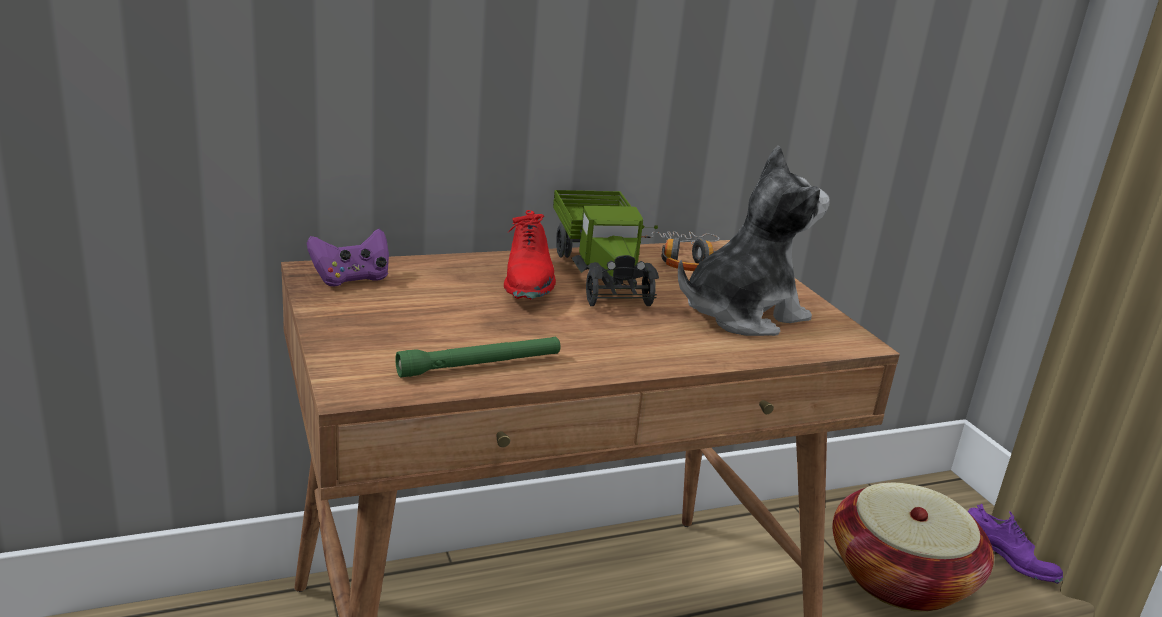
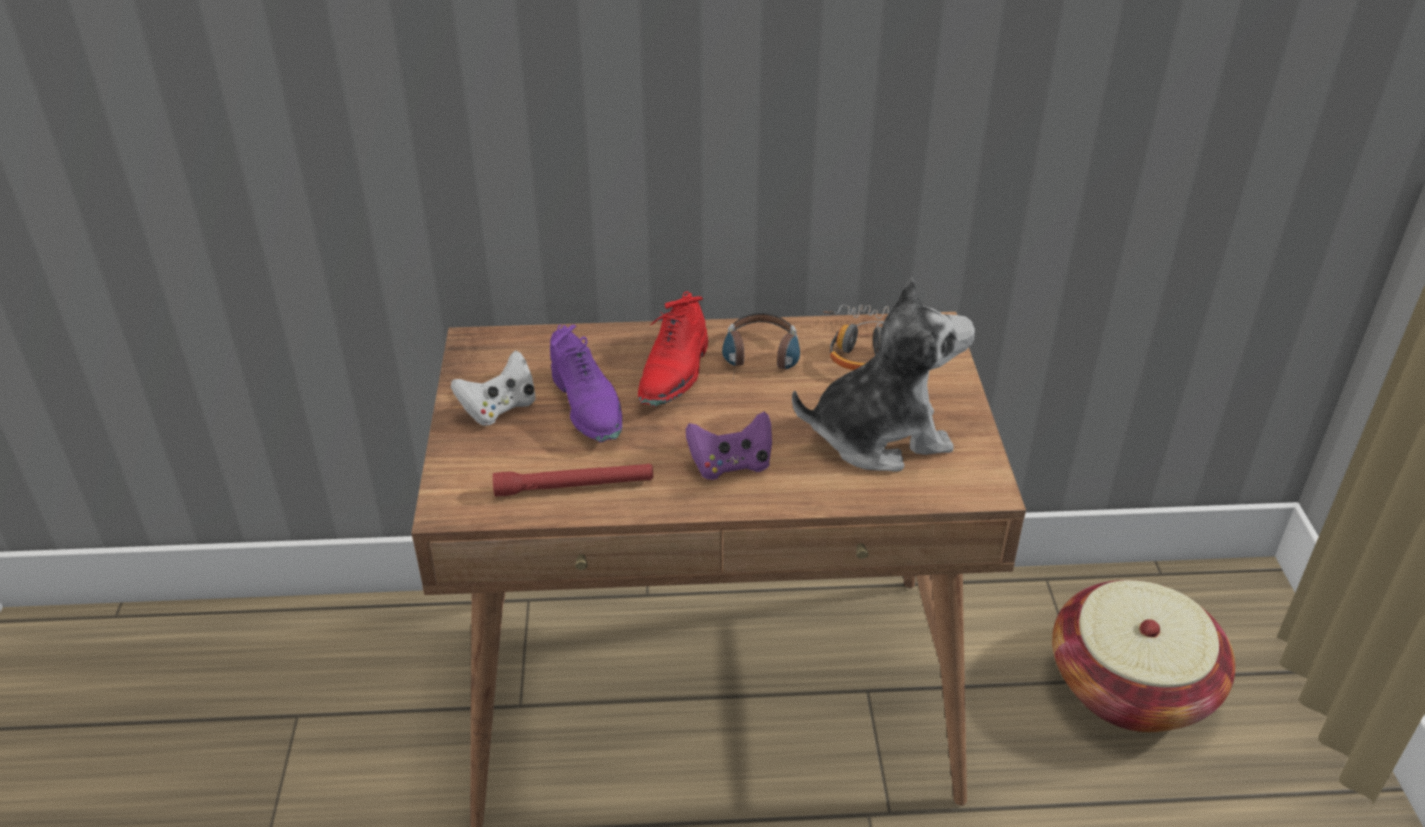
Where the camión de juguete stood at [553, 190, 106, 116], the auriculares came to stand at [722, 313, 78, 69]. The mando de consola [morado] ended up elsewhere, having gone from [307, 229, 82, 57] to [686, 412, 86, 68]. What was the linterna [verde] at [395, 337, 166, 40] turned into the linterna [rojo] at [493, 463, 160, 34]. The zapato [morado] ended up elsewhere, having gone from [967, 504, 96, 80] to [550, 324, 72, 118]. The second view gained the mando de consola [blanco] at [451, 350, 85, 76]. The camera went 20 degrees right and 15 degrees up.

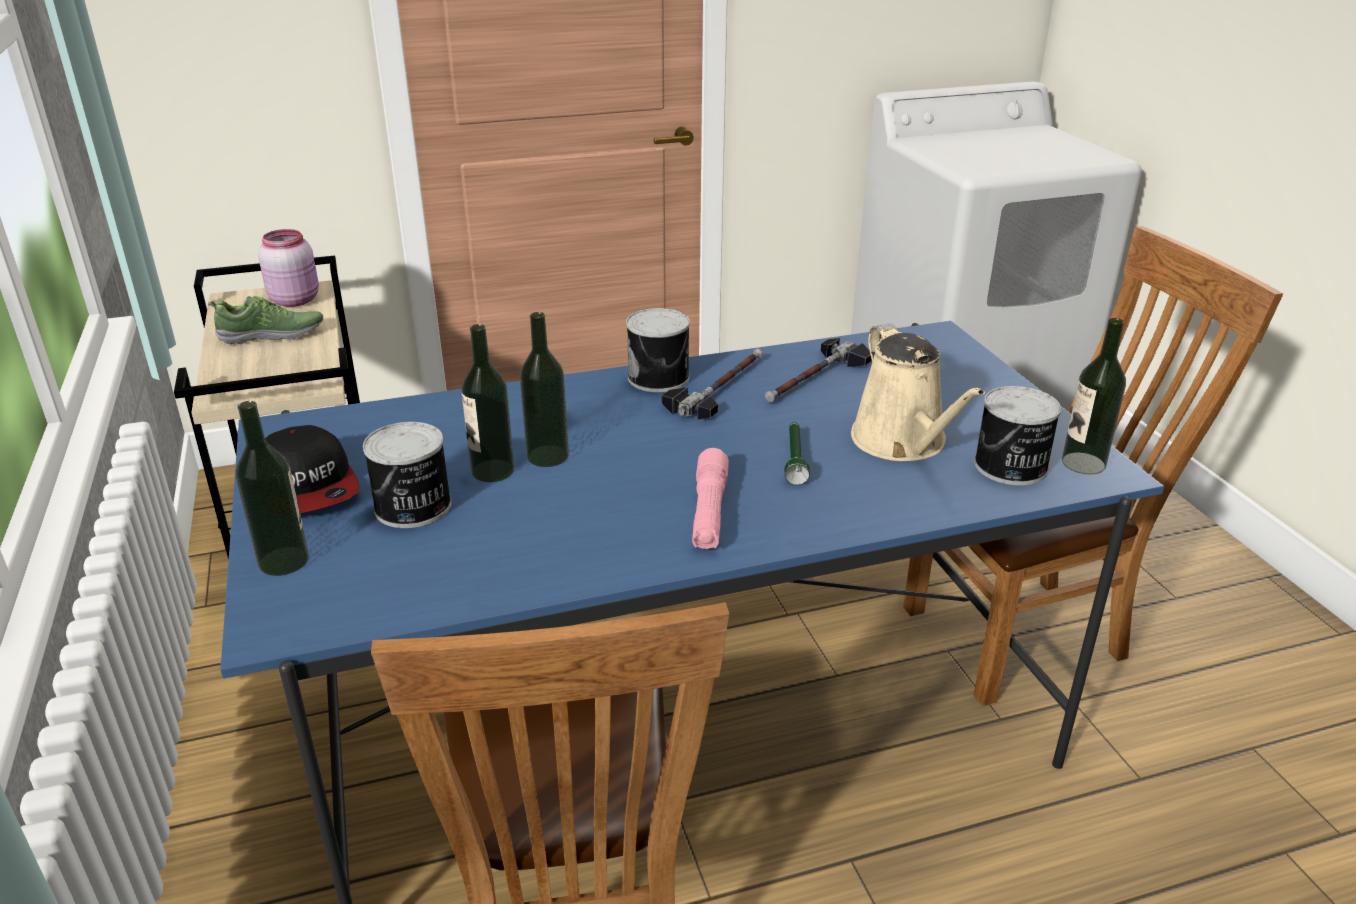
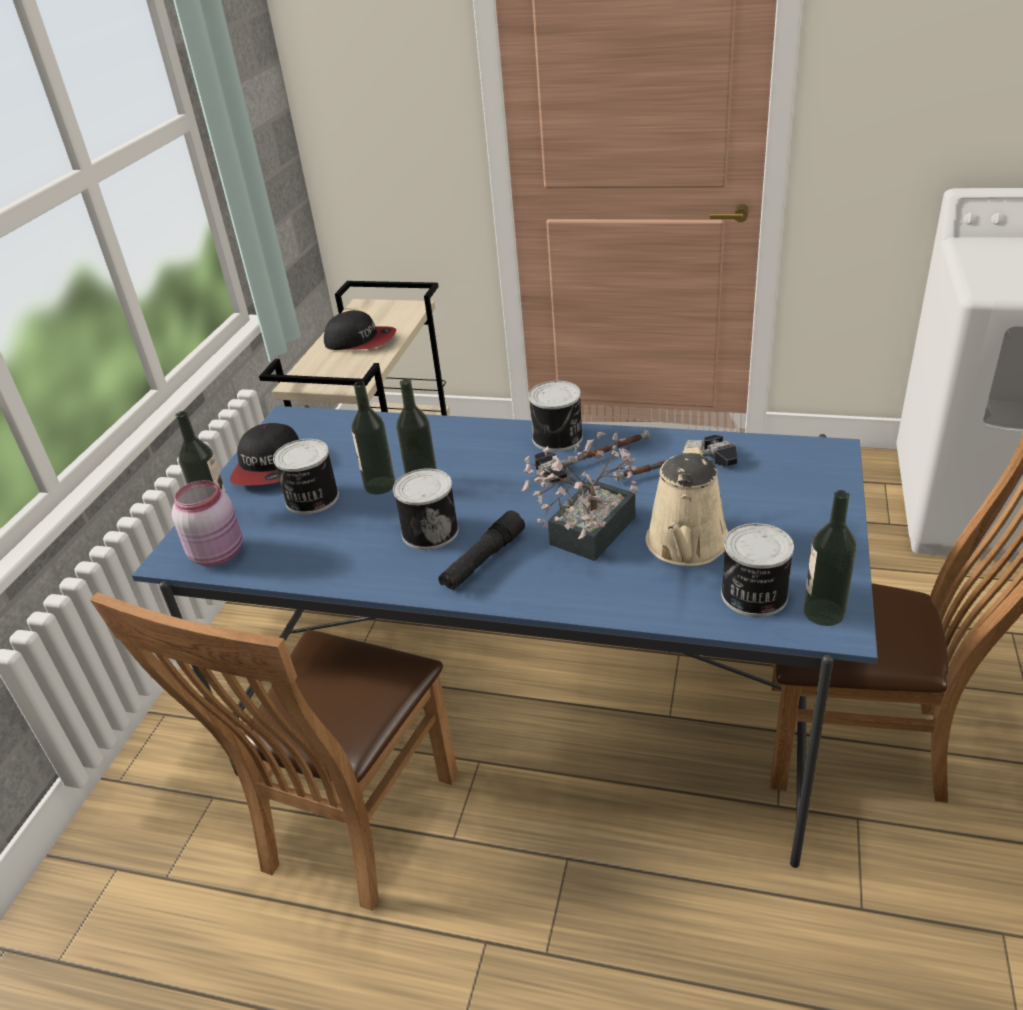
The tarro [rosa] ended up elsewhere, having gone from [258, 229, 61, 78] to [172, 480, 70, 86]. Where the zapato stood at [209, 296, 114, 48], the gorra came to stand at [324, 310, 72, 40]. Where the linterna [verde] stood at [784, 422, 26, 63], the planta en maceta came to stand at [522, 432, 116, 129]. What was the linterna [rosa] at [692, 448, 37, 101] turned into the linterna [negro] at [438, 510, 87, 80]. The second view gained the lata at [393, 468, 66, 82]. The camera went 35 degrees right and 5 degrees up.

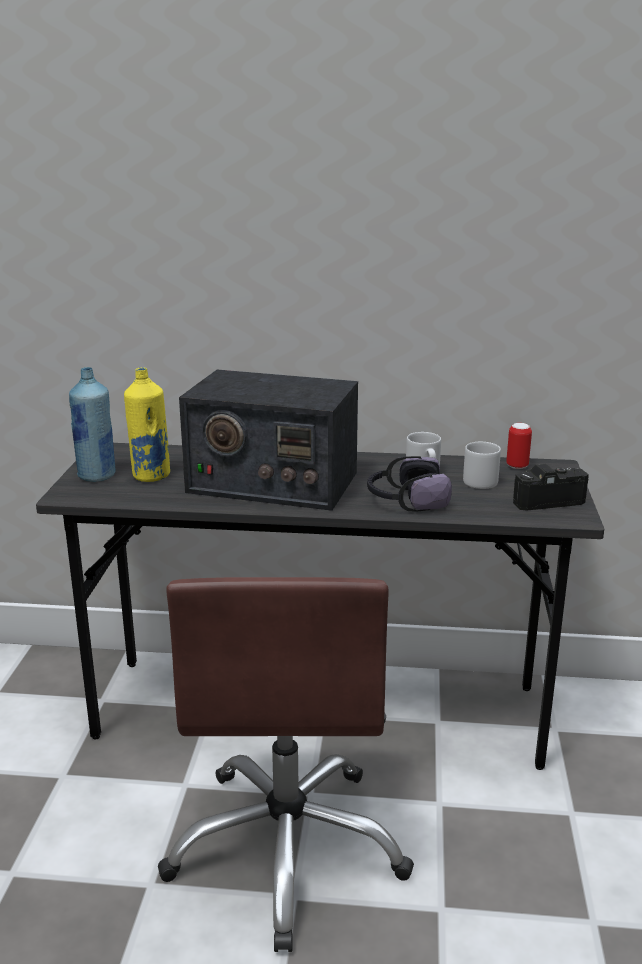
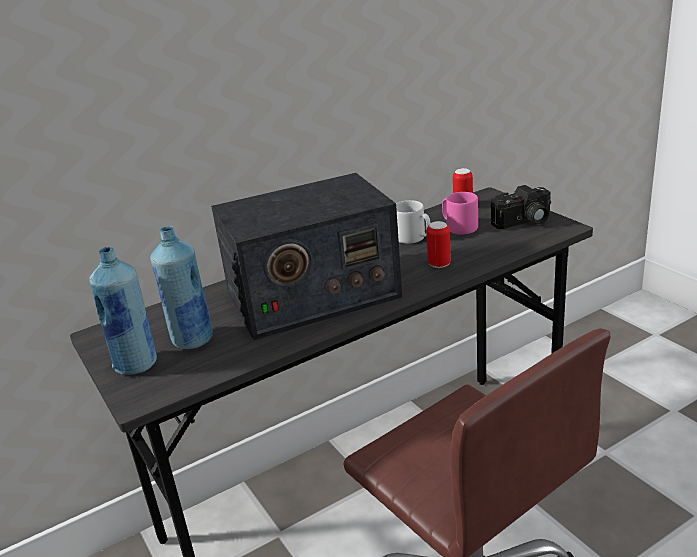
What was the botella [amarillo] at [124, 368, 46, 114] turned into the botella [azul] at [150, 226, 63, 124]. What was the taza grande [gris] at [463, 442, 38, 47] turned into the taza grande [rosa] at [442, 192, 36, 42]. Where the auriculares stood at [367, 456, 85, 56], the lata came to stand at [427, 221, 24, 47]. The cámara at [513, 464, 76, 46] ended up facing another way, 150 degrees counterclockwise from before. The camera went 35 degrees left and 5 degrees up.

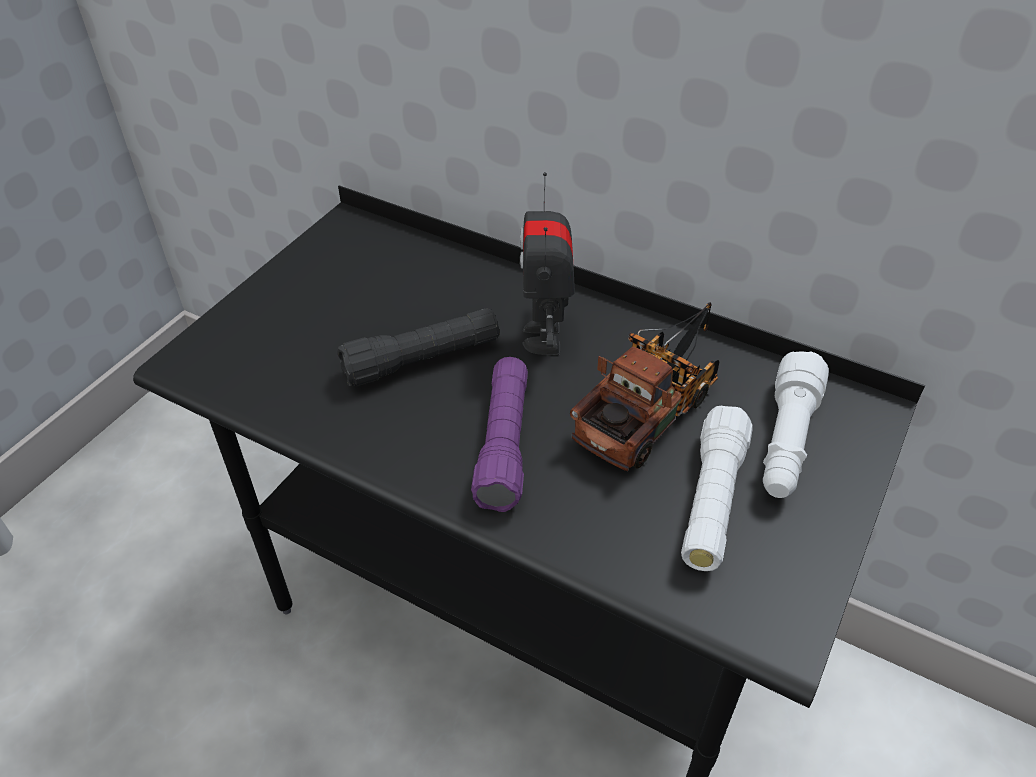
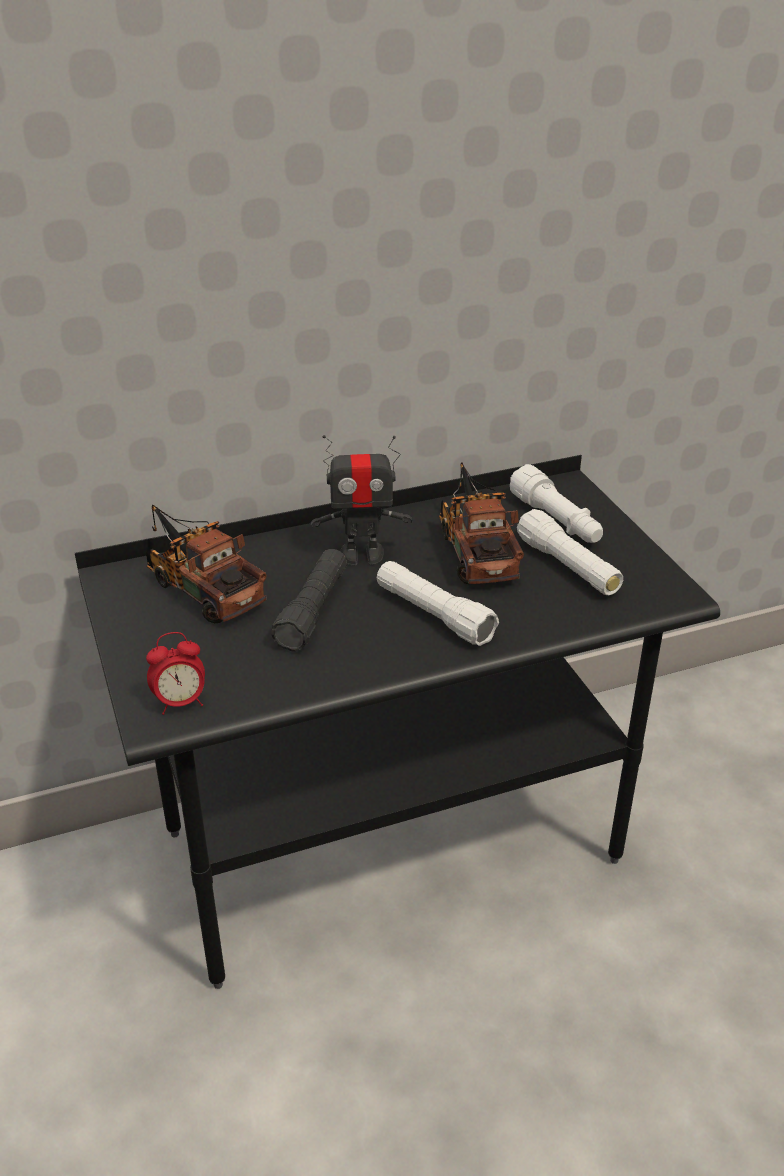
The robot de juguete at [520, 172, 55, 183] ended up facing another way, 45 degrees counterclockwise from before. What was the linterna [morado] at [471, 357, 57, 155] turned into the linterna [blanco] at [377, 561, 122, 85]. The second view gained the camión de juguete at [146, 505, 121, 118]. The second view gained the despertador at [146, 632, 59, 83]. The camera went 50 degrees left and 10 degrees down.

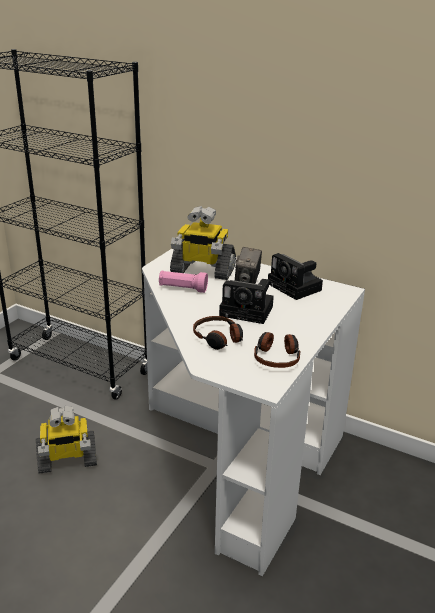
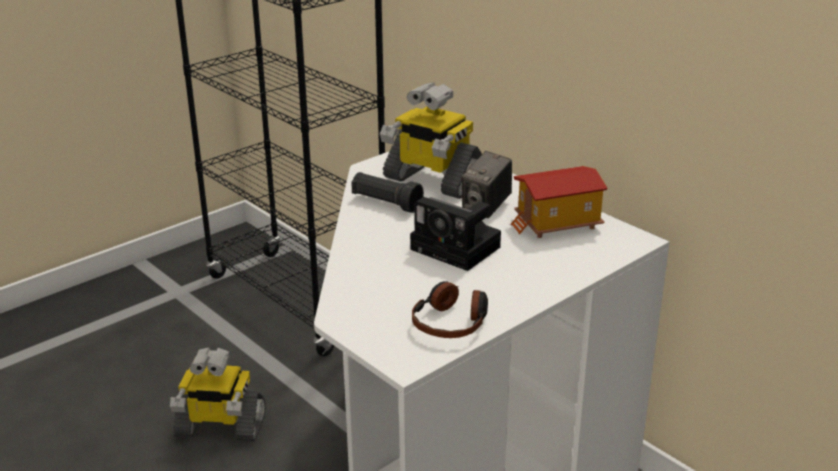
Where the cámara stood at [268, 253, 55, 47], the casita came to stand at [511, 166, 97, 72]. What was the linterna [rosa] at [159, 271, 49, 22] turned into the linterna [negro] at [351, 172, 73, 41]. The second view lost the auriculares at [193, 316, 50, 34]. The camera went 20 degrees right and 0 degrees up.

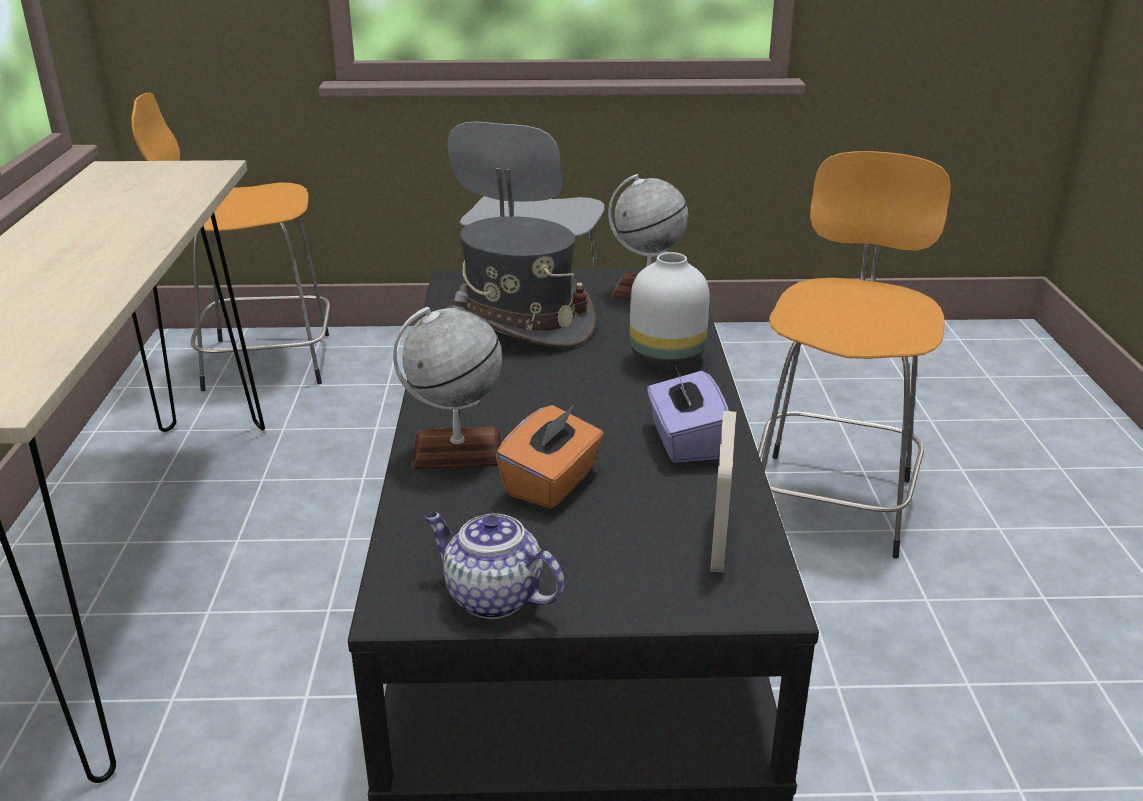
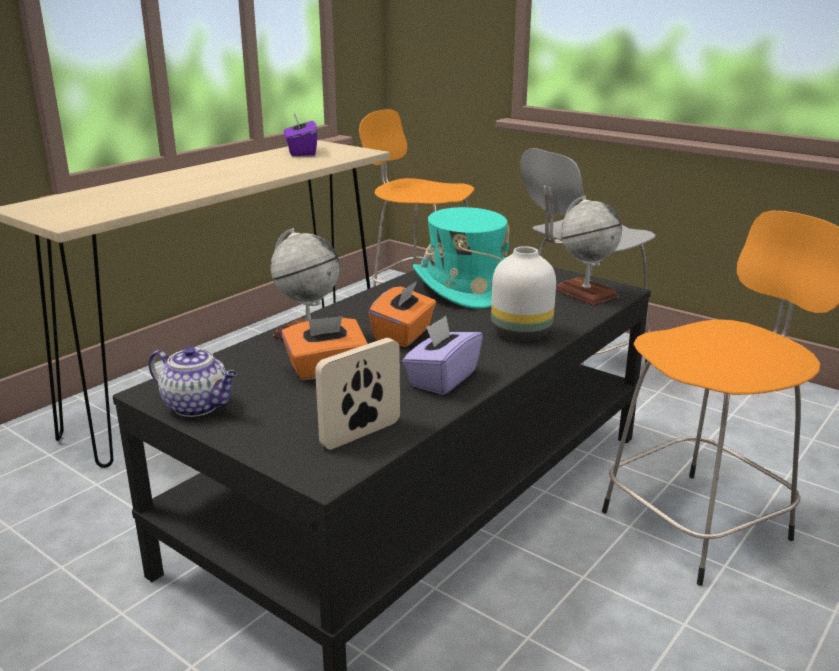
What was the sombrero [gris] at [445, 216, 151, 132] turned into the sombrero [turquesa] at [413, 207, 97, 102]. The tetera at [424, 512, 140, 107] ended up facing another way, 135 degrees clockwise from before. The second view gained the caja de pañuelos [morado] at [284, 112, 33, 44]. The second view gained the caja de pañuelos [naranja] at [369, 280, 67, 67]. The camera went 40 degrees right and 5 degrees down.

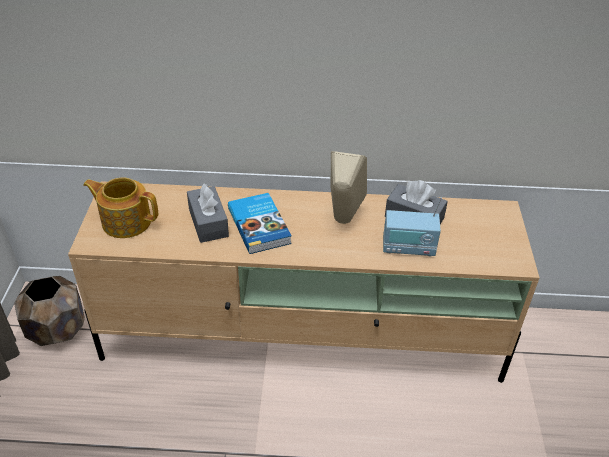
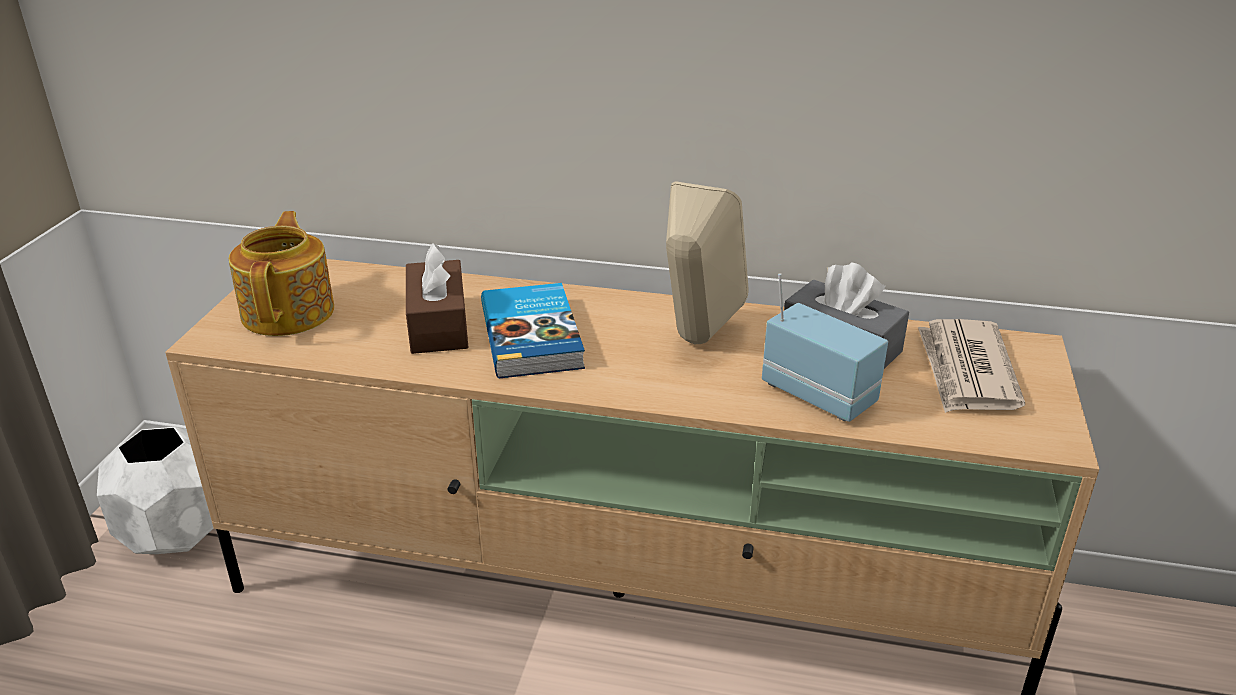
The tetera at [83, 177, 75, 61] ended up facing another way, 60 degrees clockwise from before. What was the caja de pañuelos [gris] at [187, 183, 42, 60] turned into the caja de pañuelos [marrón] at [406, 243, 63, 111]. The radio at [383, 197, 59, 59] ended up facing another way, 150 degrees counterclockwise from before. What was the maceta [marrón] at [14, 276, 71, 70] turned into the maceta [blanco] at [97, 427, 117, 127]. The second view gained the periódico at [918, 319, 107, 94]. The camera went 10 degrees right and 10 degrees down.

